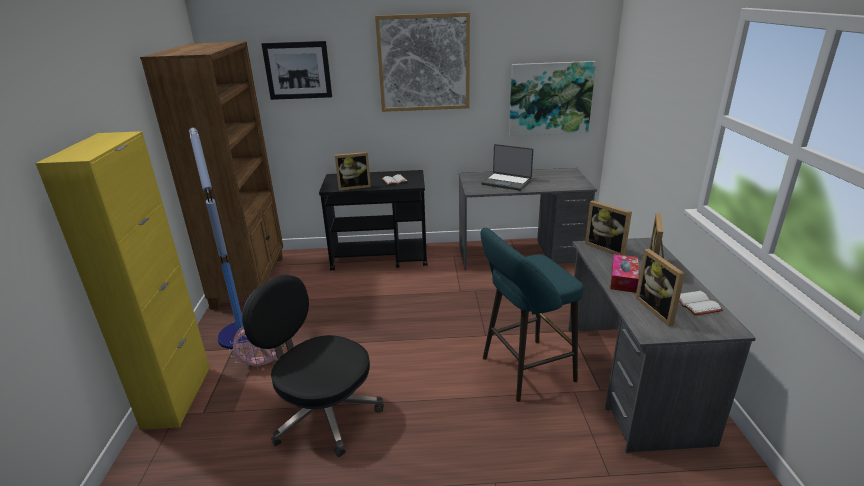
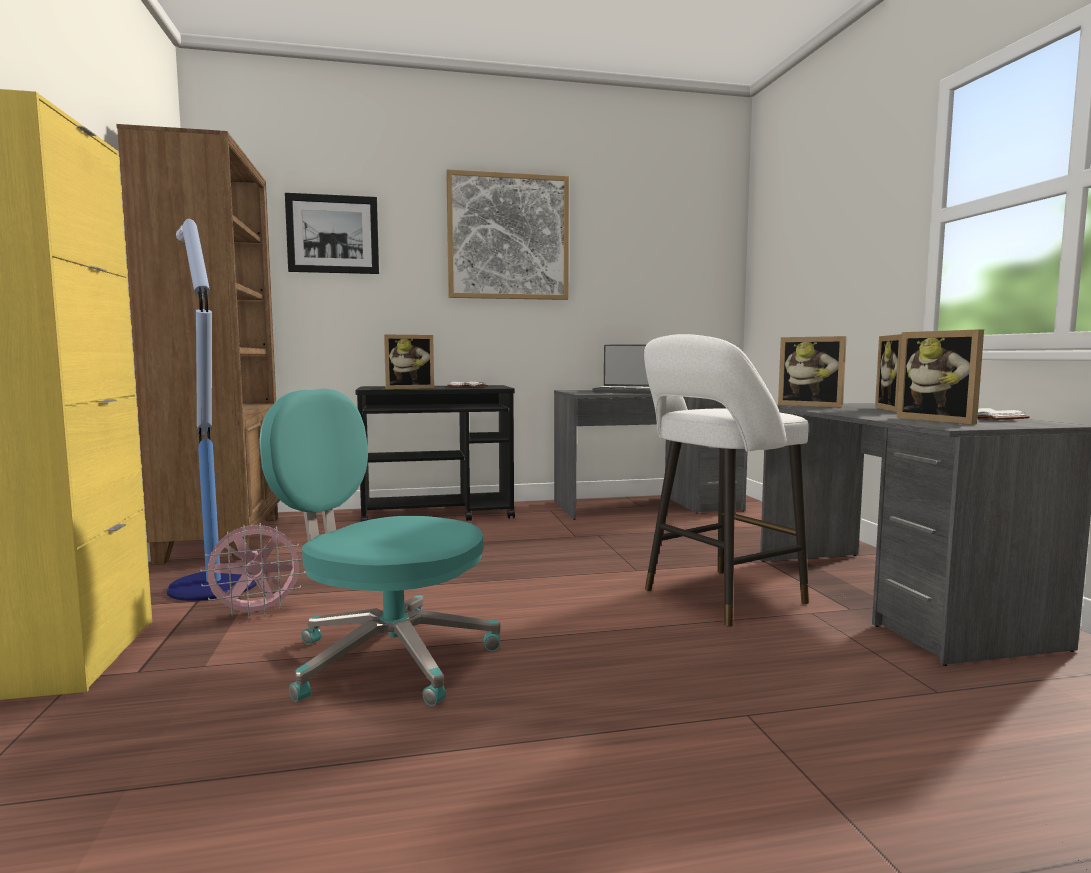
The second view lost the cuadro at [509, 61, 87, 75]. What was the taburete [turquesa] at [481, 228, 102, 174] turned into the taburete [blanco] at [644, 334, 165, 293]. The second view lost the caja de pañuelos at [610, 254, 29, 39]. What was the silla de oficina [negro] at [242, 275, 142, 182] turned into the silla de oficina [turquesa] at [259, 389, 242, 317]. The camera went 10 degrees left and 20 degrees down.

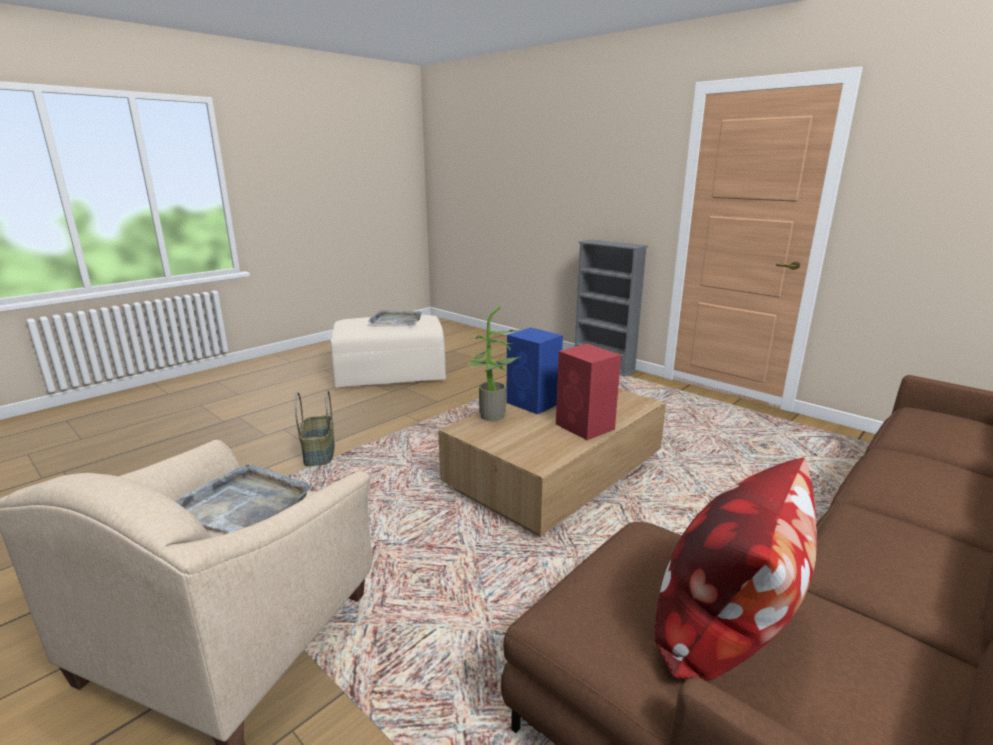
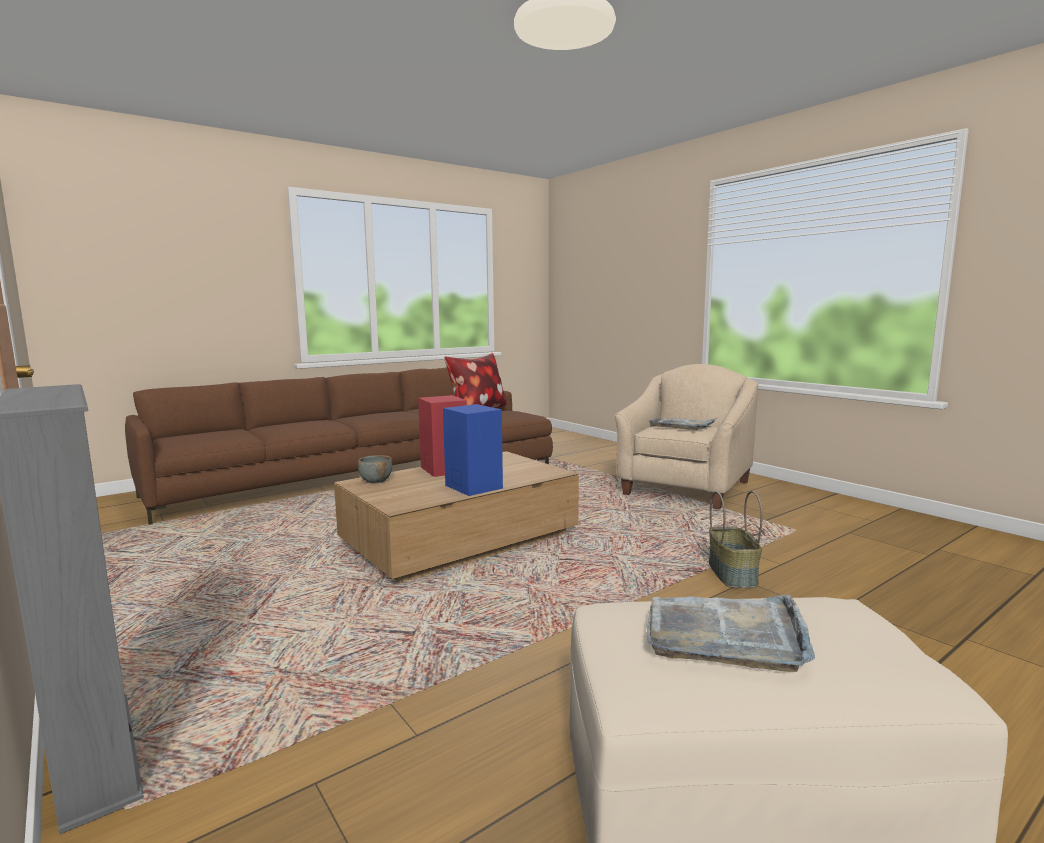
The second view lost the planta en maceta at [466, 306, 56, 115]. The second view gained the cuenco [gris] at [358, 455, 34, 28]. The camera went 170 degrees left and 10 degrees down.

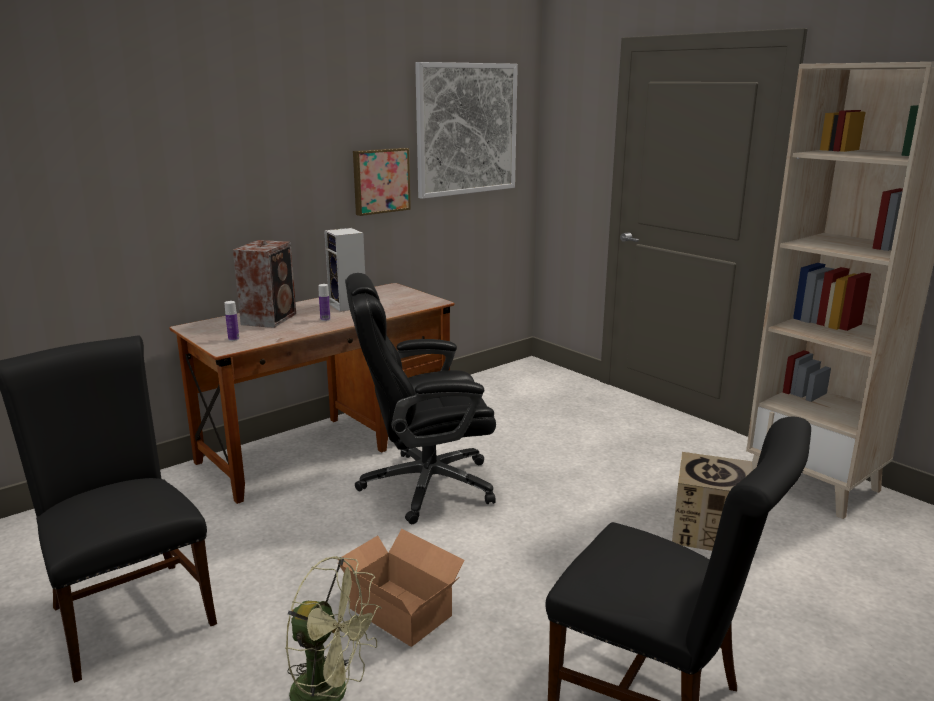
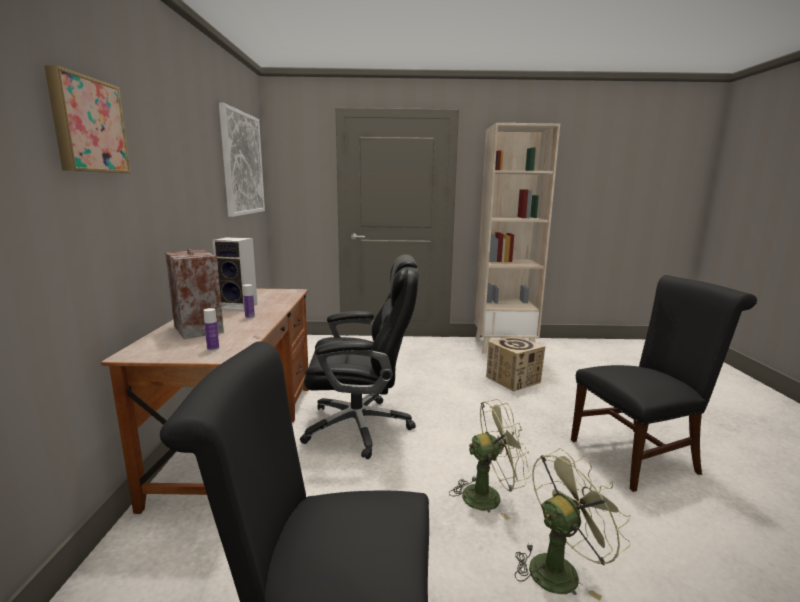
The cuadro ended up elsewhere, having gone from [353, 148, 58, 68] to [44, 65, 87, 108]. The silla de oficina [negro] at [345, 273, 151, 251] ended up facing another way, 120 degrees counterclockwise from before. Where the caja de cartón stood at [337, 529, 128, 118], the ventilador [verde] came to stand at [449, 399, 82, 121]. The camera went 50 degrees left and 5 degrees down.

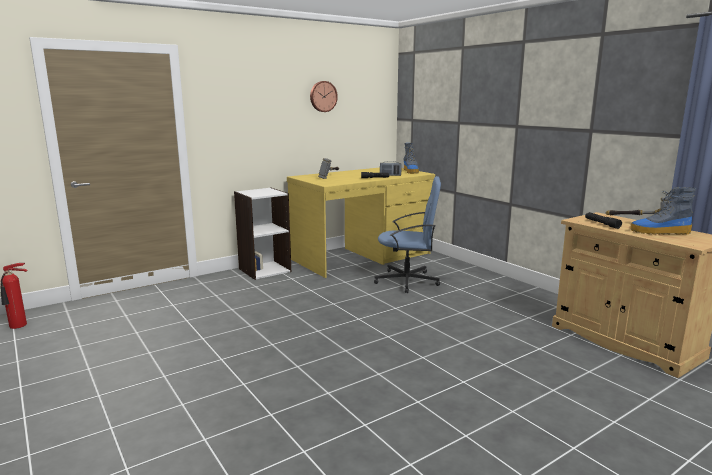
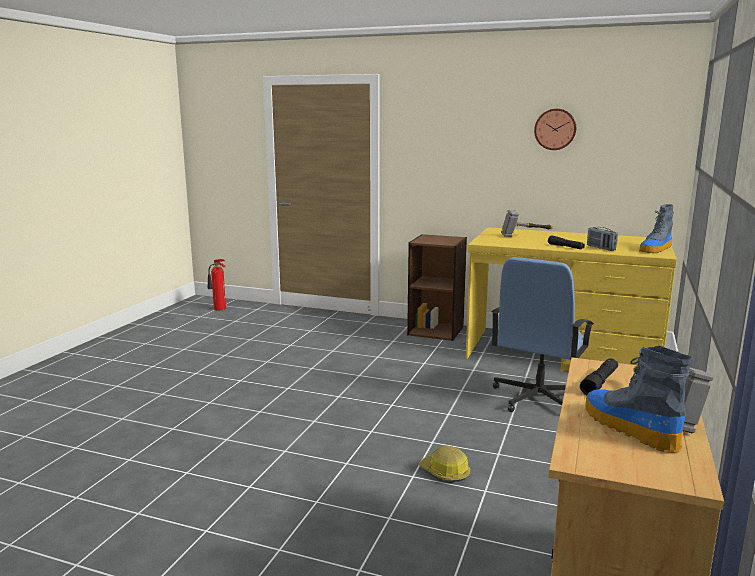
The silla de oficina [azul] at [374, 176, 67, 117] ended up facing another way, 60 degrees clockwise from before. What was the estantería [blanco] at [234, 187, 57, 93] turned into the estantería [marrón] at [407, 234, 60, 107]. The second view gained the casco at [419, 446, 51, 36]. The camera went 55 degrees right and 0 degrees up.

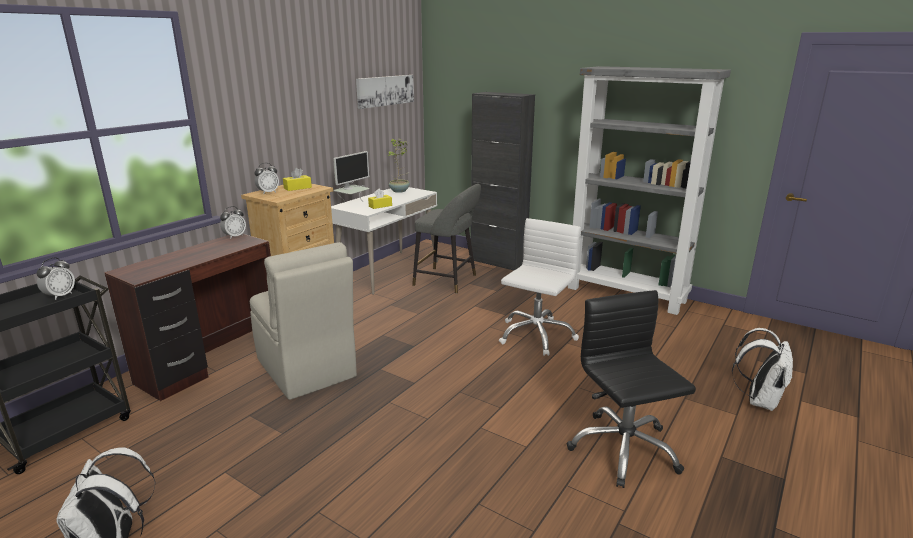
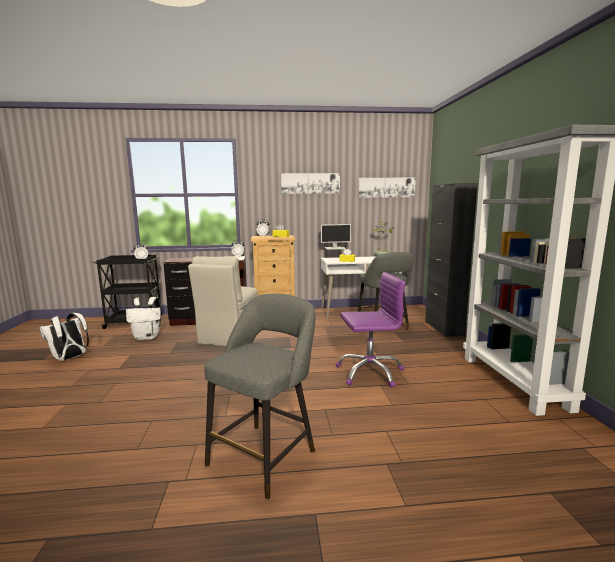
What was the silla de oficina [blanco] at [499, 218, 82, 138] turned into the silla de oficina [morado] at [335, 272, 70, 116]. Where the silla de oficina [negro] stood at [567, 290, 129, 198], the taburete [gris] came to stand at [204, 293, 111, 207]. The mochila [blanco] ended up elsewhere, having gone from [732, 328, 61, 83] to [126, 297, 35, 43]. The second view gained the cuadro at [281, 173, 59, 21]. The camera went 50 degrees right and 10 degrees down.

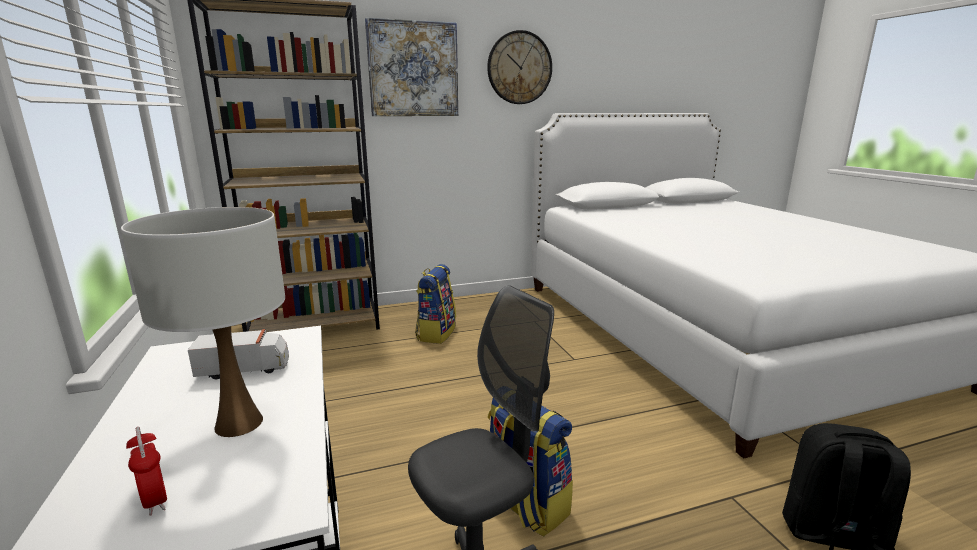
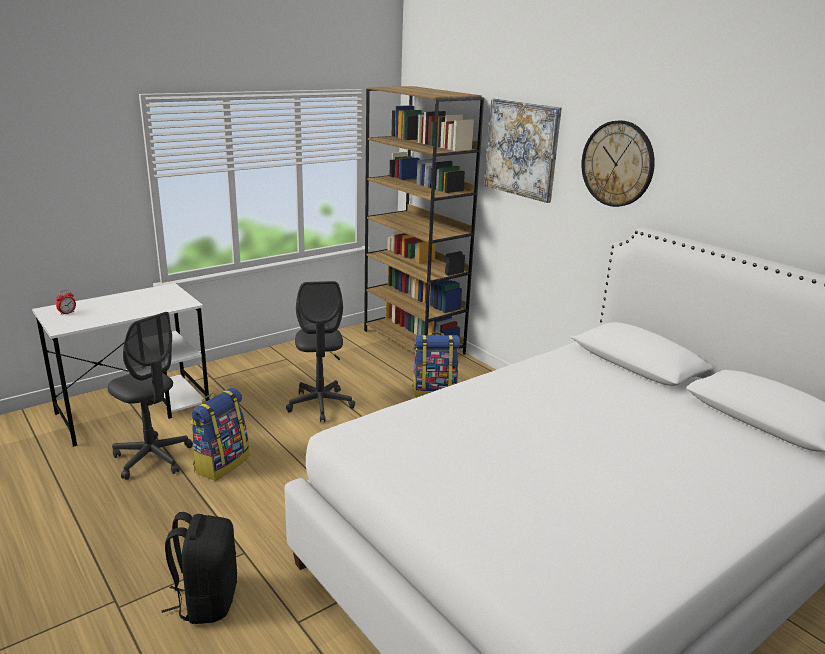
The second view lost the lámpara de mesa [blanco] at [121, 207, 164, 230]. The second view lost the camión de juguete at [188, 329, 101, 50]. The second view gained the silla de oficina [gris] at [286, 281, 69, 141]. The camera went 70 degrees right and 5 degrees up.

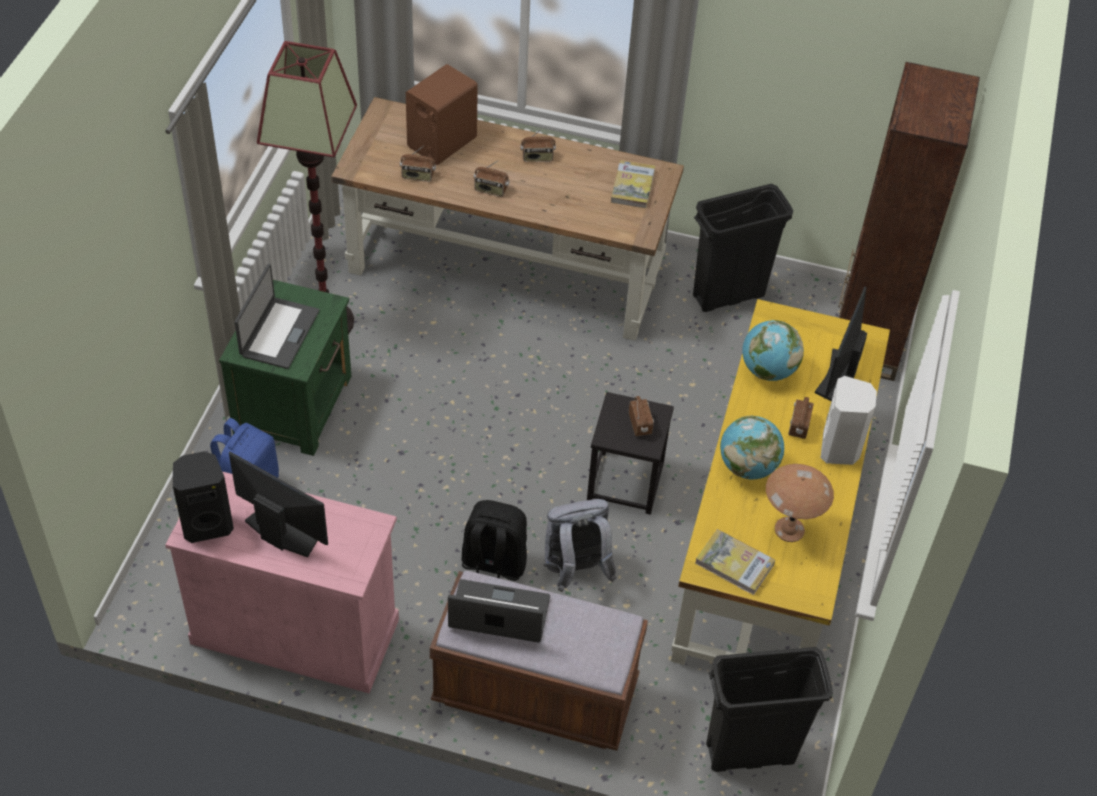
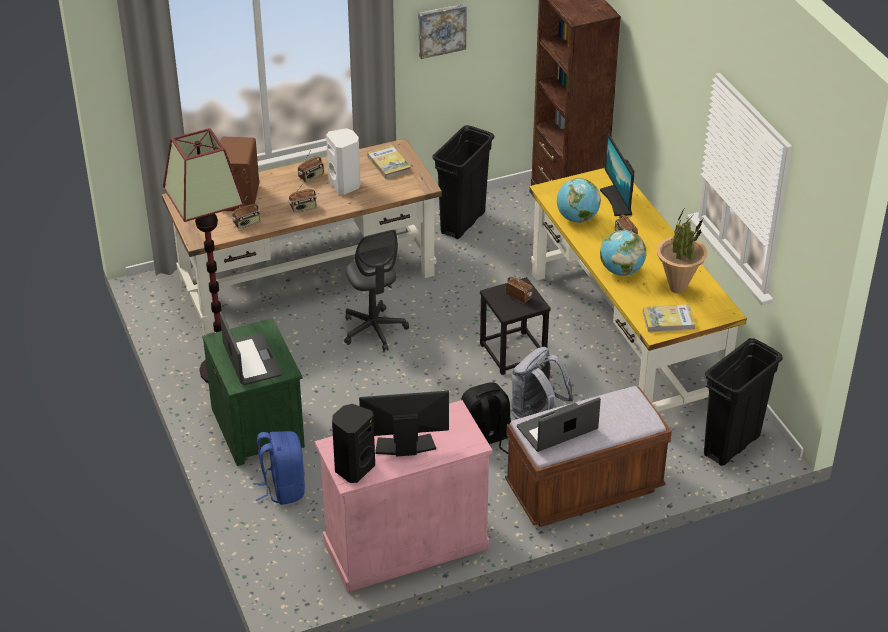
The altavoz [blanco] ended up elsewhere, having gone from [821, 376, 56, 89] to [326, 128, 35, 67]. Where the lámpara de mesa [marrón] stood at [766, 464, 68, 78], the planta en maceta came to stand at [657, 211, 50, 83]. The second view gained the cuadro at [418, 4, 49, 55]. The second view gained the silla de oficina [gris] at [344, 230, 65, 121]. The camera went 35 degrees left and 10 degrees down.

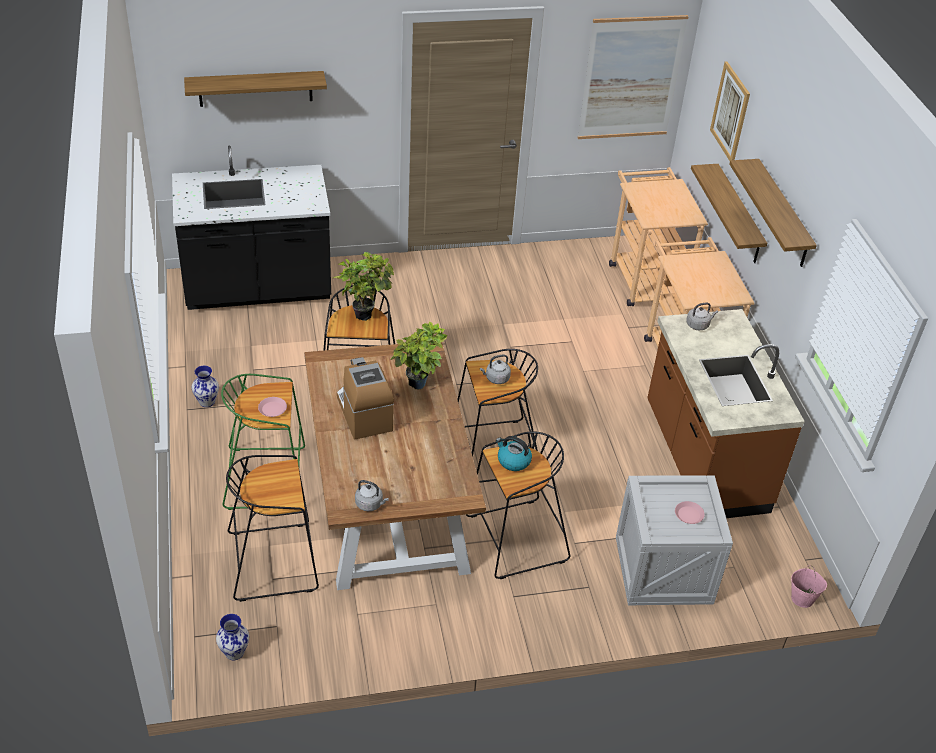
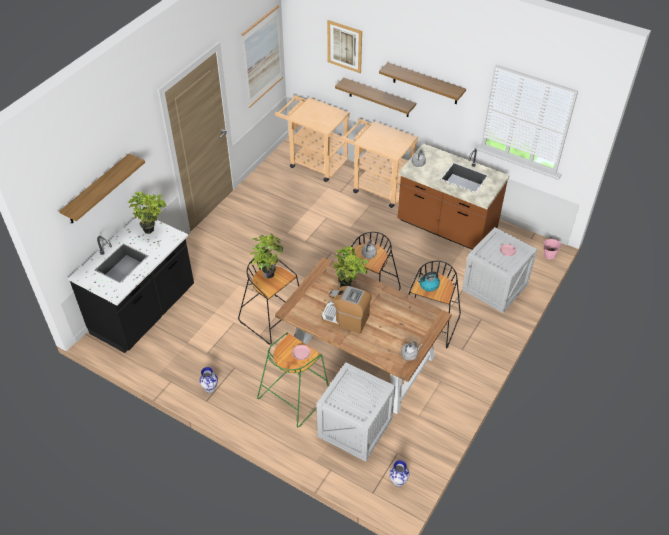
Where the taburete [negro] stood at [226, 455, 93, 147], the caja de embalaje came to stand at [317, 362, 78, 100]. The second view gained the planta en maceta at [128, 191, 38, 43]. The camera went 45 degrees left and 5 degrees up.

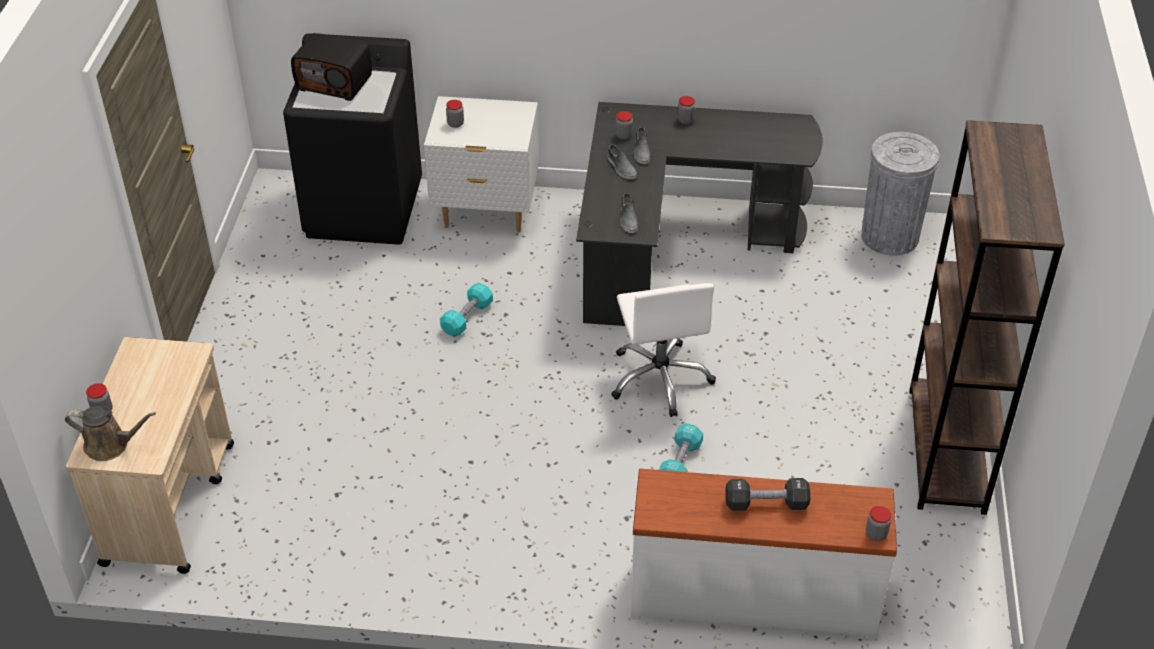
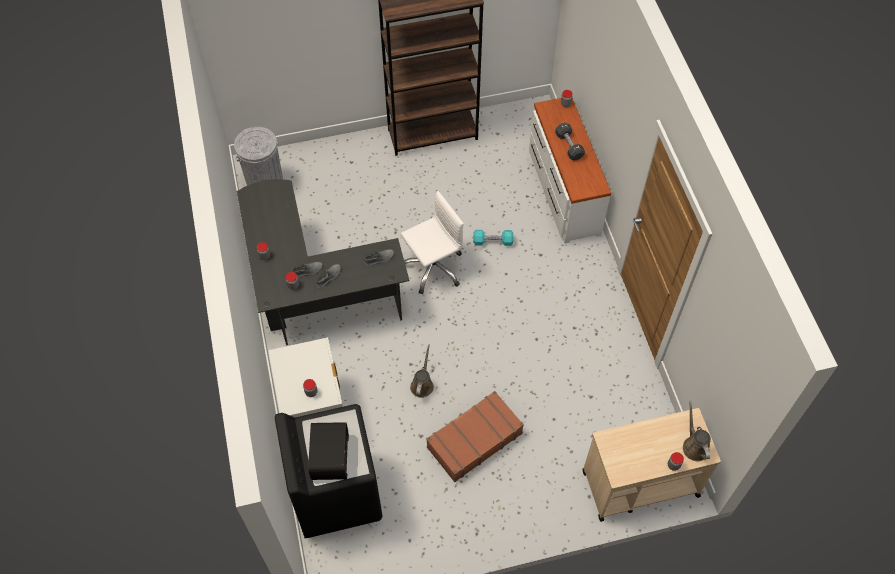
Where the mancuerna [turquesa] stood at [440, 283, 53, 54], the regadera [marrón] came to stand at [410, 345, 24, 53]. The second view gained the maleta [marrón] at [426, 391, 98, 91]. The camera went 110 degrees left and 15 degrees up.

